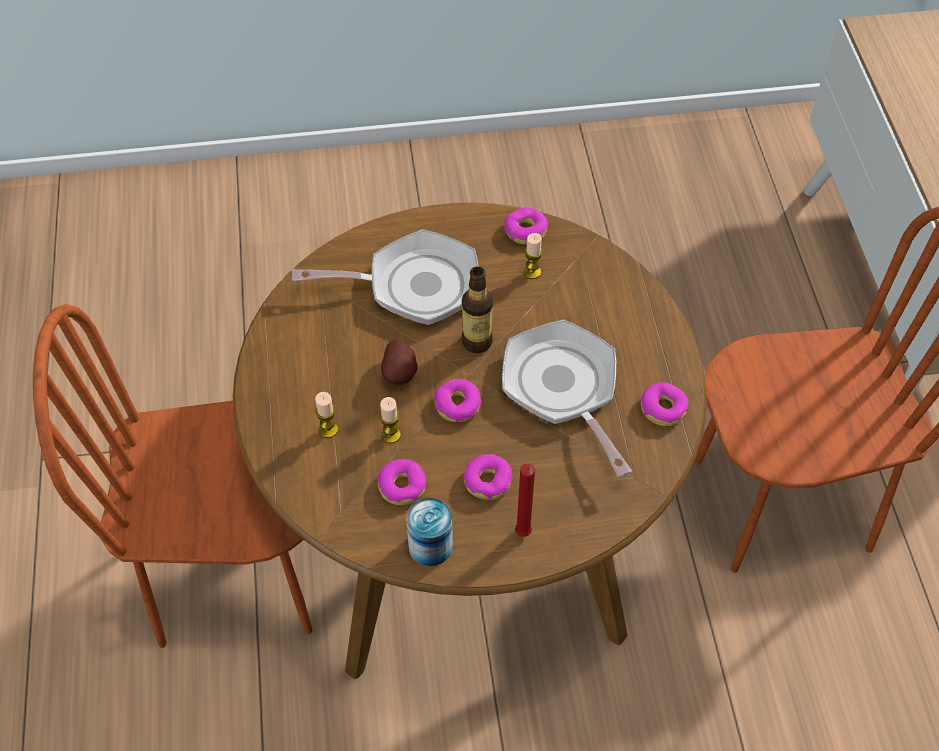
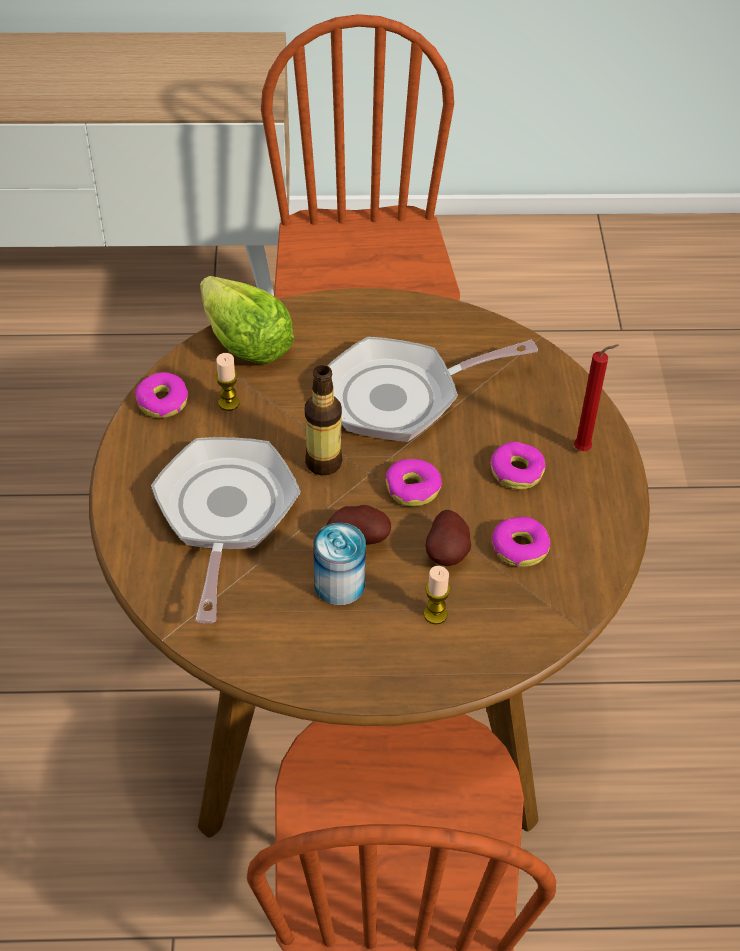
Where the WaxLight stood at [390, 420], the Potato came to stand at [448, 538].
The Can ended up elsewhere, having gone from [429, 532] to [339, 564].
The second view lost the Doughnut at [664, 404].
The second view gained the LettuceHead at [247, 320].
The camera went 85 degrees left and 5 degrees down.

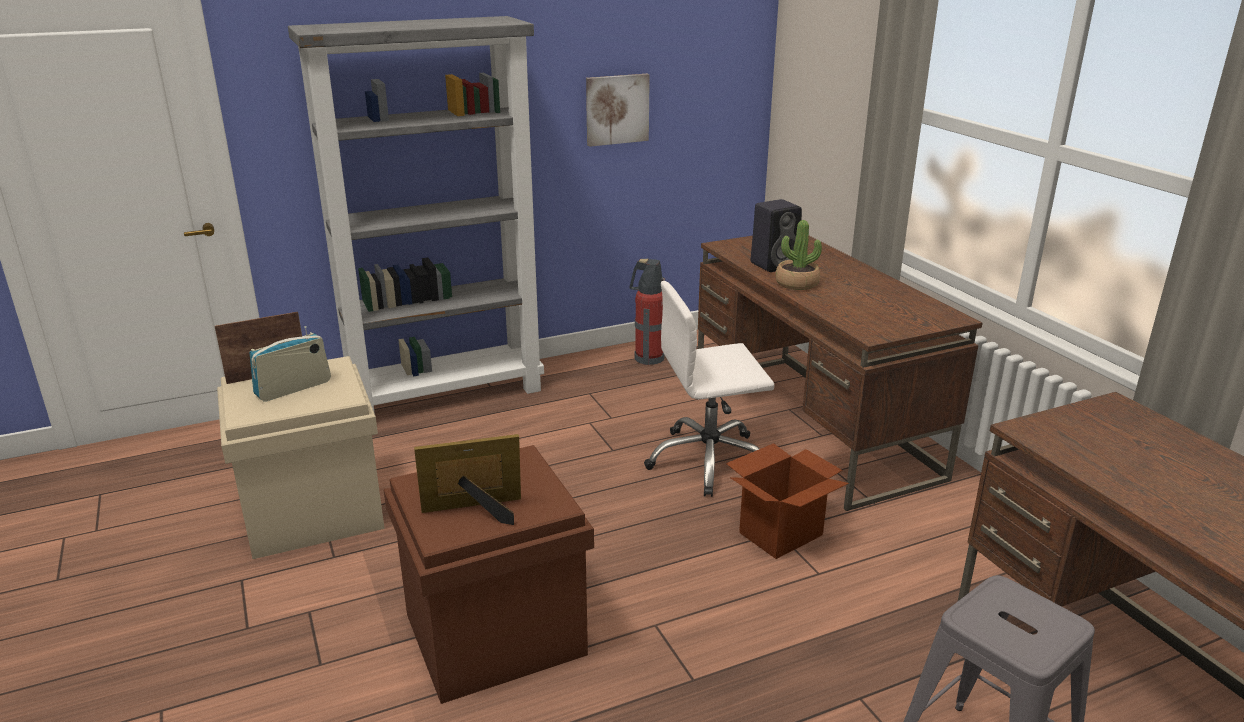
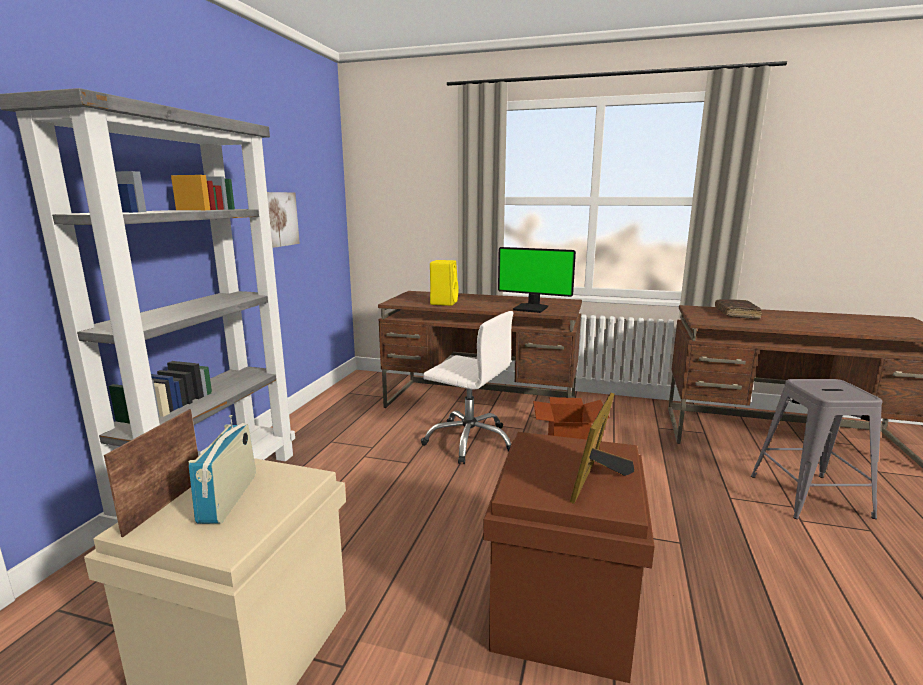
The second view lost the FireFightingCylinder at [647, 312].
The WhiteOfficeChair at [709, 389] ended up facing another way, 90 degrees counterclockwise from before.
What was the BlackColouredLoudspeaker at [776, 235] turned into the YellowishLoudspeaker at [444, 283].
The second view lost the Houseplant at [799, 255].
The second view gained the ComputerDisplay at [537, 280].
The second view gained the BrownishBoundBook at [738, 309].
The camera went 50 degrees left and 10 degrees down.

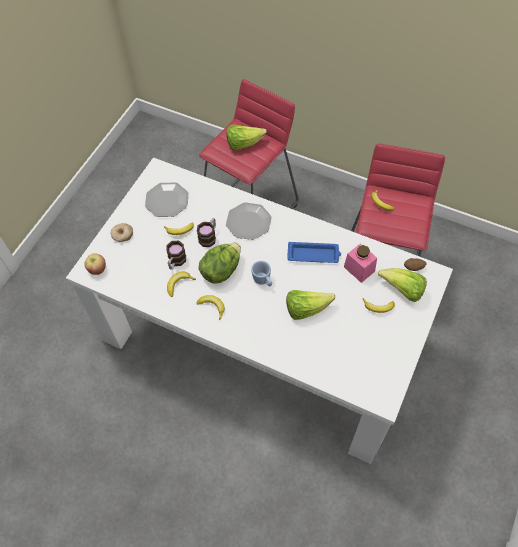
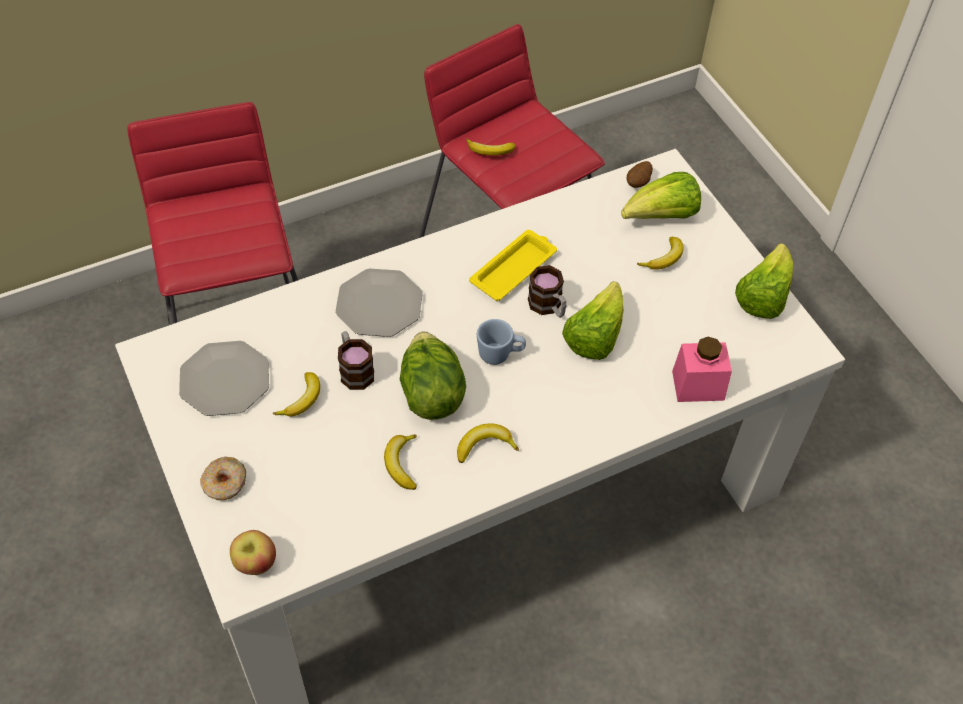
The Mug ended up elsewhere, having gone from [176, 255] to [547, 291].
The LettuceHead ended up elsewhere, having gone from [246, 137] to [764, 281].
What was the BlueTray at [314, 252] turned into the YellowishTray at [513, 265].
The PinkJar ended up elsewhere, having gone from [360, 263] to [702, 369].
The camera went 55 degrees left and 5 degrees down.

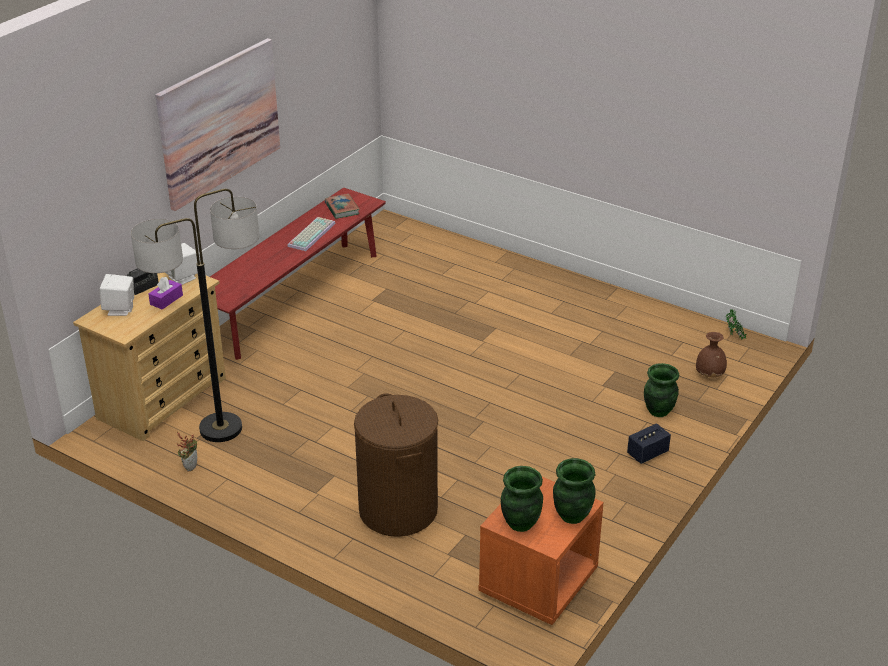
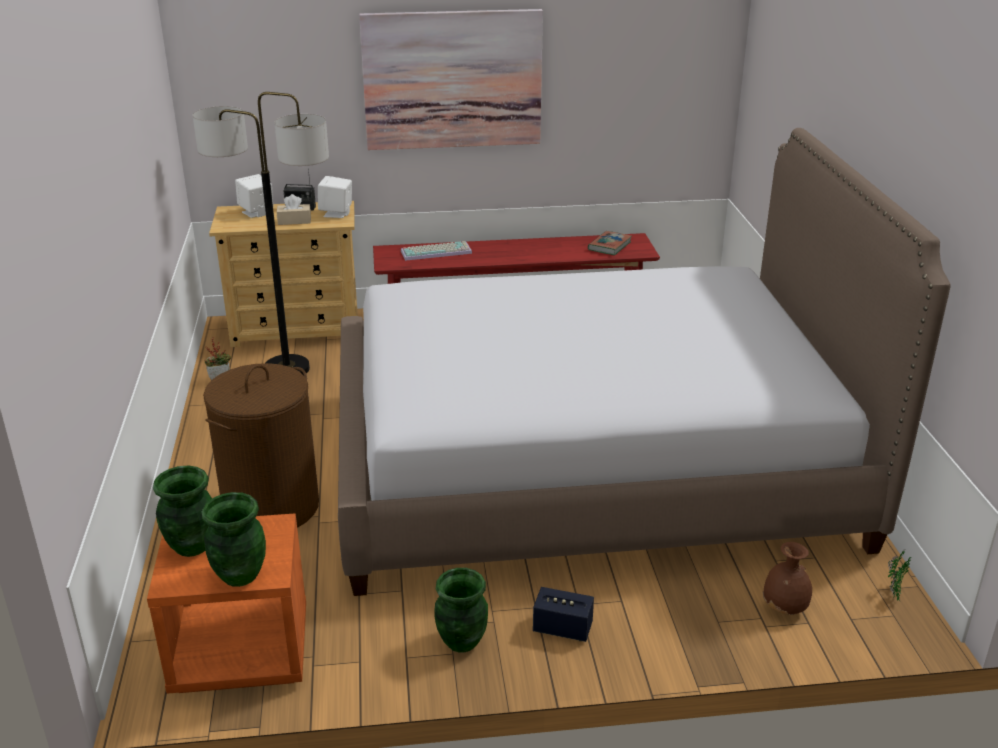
What was the PurpleColouredTissueHolder at [165, 293] turned into the BeigeTissueHolder at [294, 209].
The Keyboard ended up elsewhere, having gone from [311, 234] to [436, 251].
The GreenDecorativeVase ended up elsewhere, having gone from [661, 390] to [461, 610].
The second view gained the BedroomBed at [644, 362].
The camera went 50 degrees right and 5 degrees down.

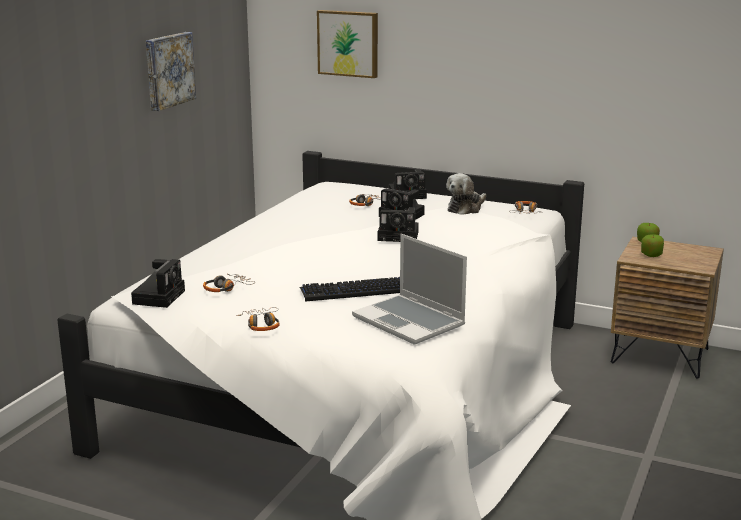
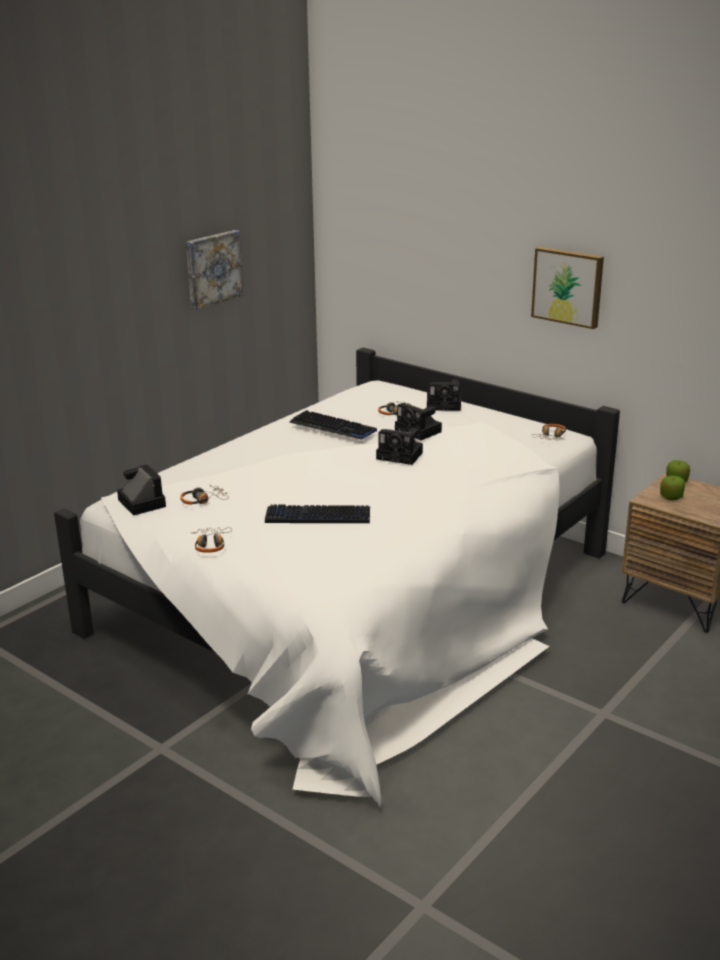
The StillCamera at [158, 283] ended up facing another way, 60 degrees counterclockwise from before.
The WallArt ended up elsewhere, having gone from [347, 44] to [567, 288].
The second view lost the Laptop at [409, 289].
The second view lost the PlushToy at [466, 193].
The second view gained the Keyboard at [333, 424].
The camera went 15 degrees right and 5 degrees up.

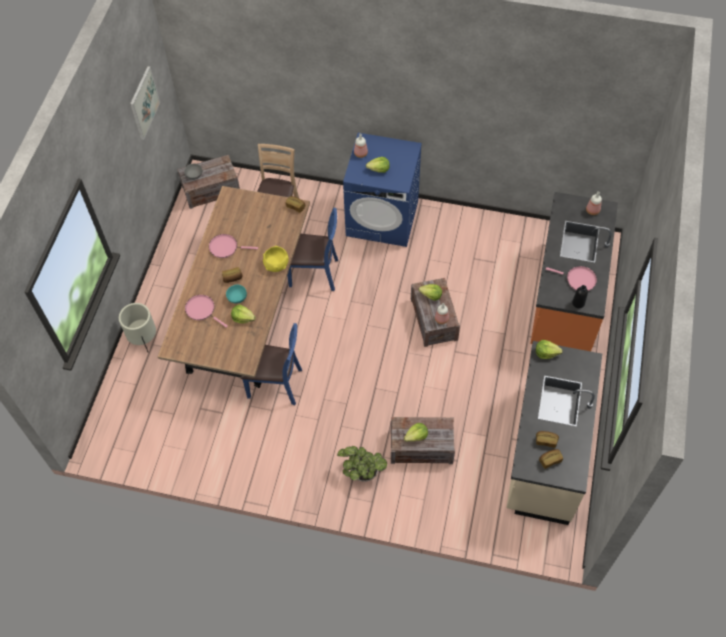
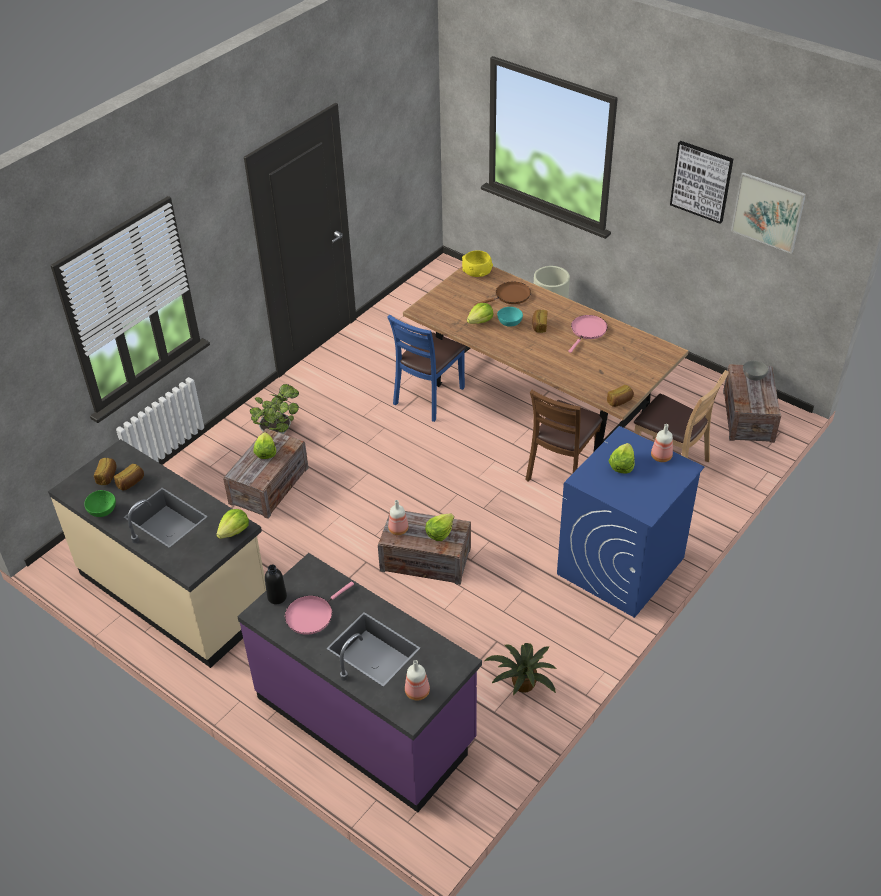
What was the PinkFryingPan at [206, 311] turned into the BrownishFryingPan at [503, 293].
The YellowishDeepDish ended up elsewhere, having gone from [276, 259] to [477, 264].
What was the BluePlainChair at [312, 249] turned into the BrownishPlainChair at [564, 435].
What was the OrangeColouredKitchenCounter at [574, 271] turned into the PurpleColouredKitchenCounter at [359, 682].
The second view gained the GreenDeepDish at [100, 503].
The second view gained the Houseplant at [521, 669].
The second view gained the WallArt at [701, 182].
The camera went 115 degrees right and 15 degrees down.

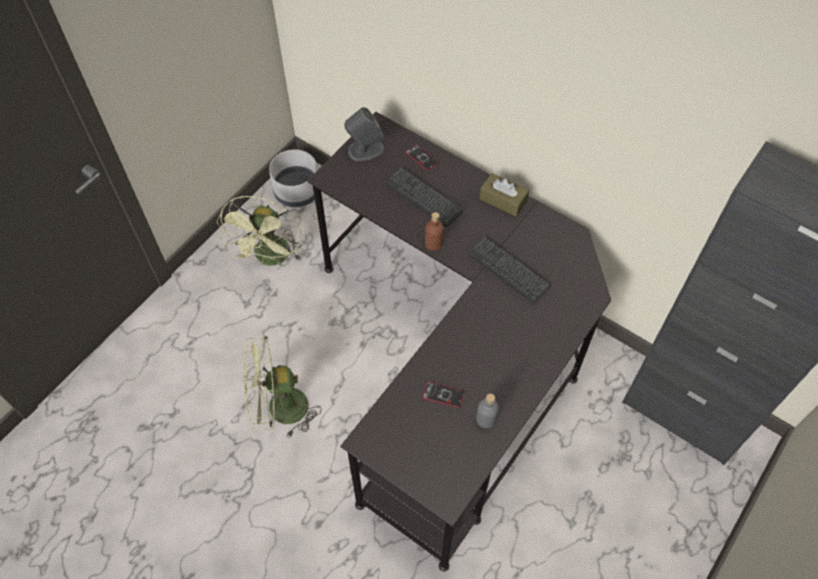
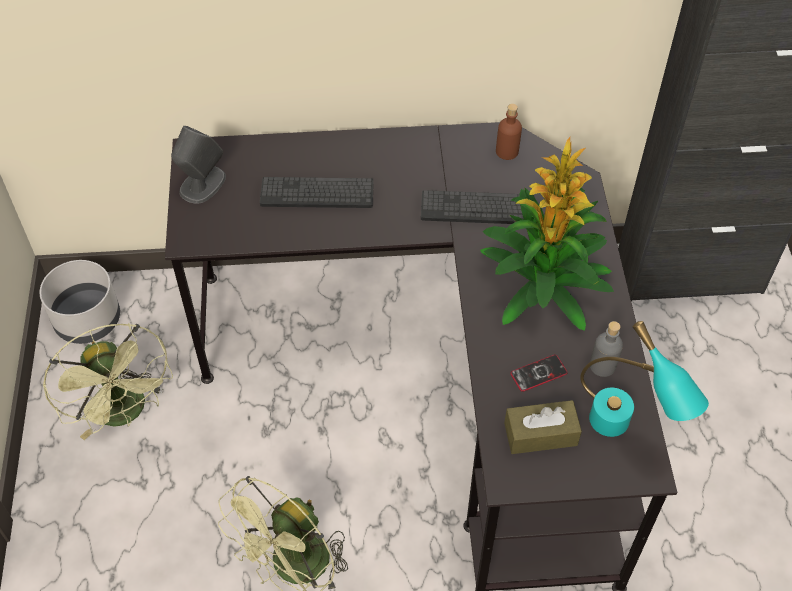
The second view lost the Handset at [422, 157].
The BrownishBottle ended up elsewhere, having gone from [434, 231] to [509, 132].
The BrownishTissueHolder ended up elsewhere, having gone from [504, 195] to [543, 427].
The second view gained the Houseplant at [547, 234].
The second view gained the BlueGreenTabletopLamp at [644, 379].
The camera went 40 degrees left and 5 degrees down.

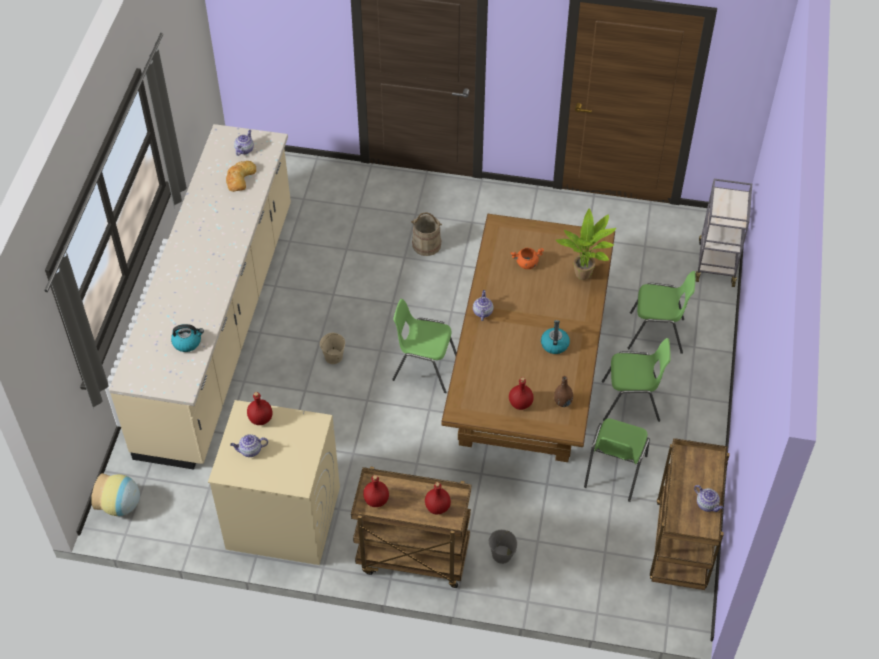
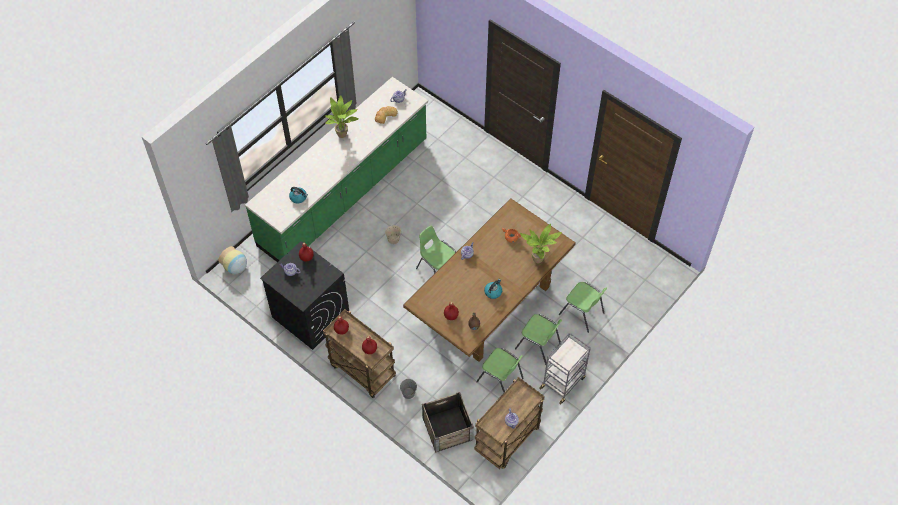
What was the BeigeKitchenCounter at [200, 297] turned into the GreenKitchenCounter at [336, 169].
What was the BeigeWashingMachine at [274, 482] turned into the BlackColouredWashingMachine at [304, 295].
The second view lost the BeigeWaterBucket at [426, 234].
The GreenPlainChair at [617, 460] ended up facing another way, 105 degrees counterclockwise from before.
The GreyTrolley ended up elsewhere, having gone from [723, 233] to [565, 368].
The second view gained the Houseplant at [342, 116].
The second view gained the PackingCrate at [448, 422].
The camera went 30 degrees right and 5 degrees up.

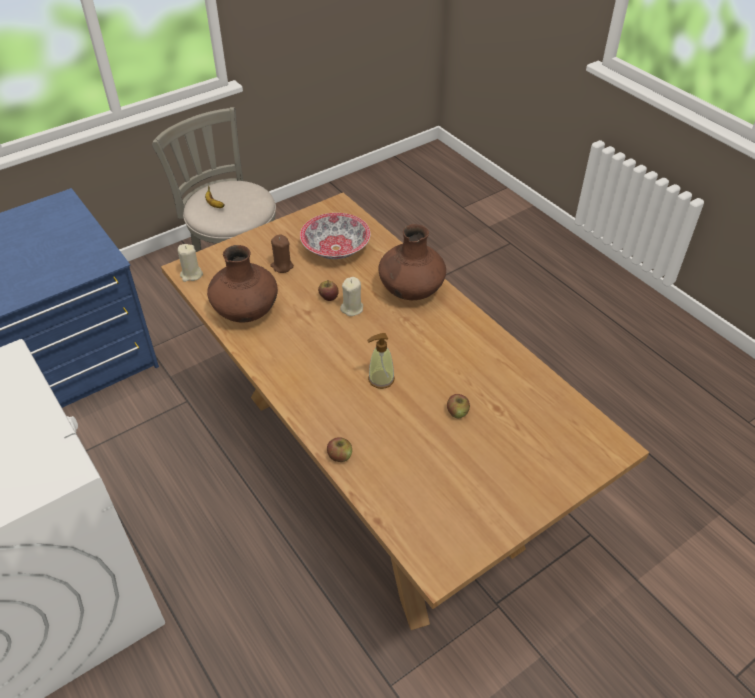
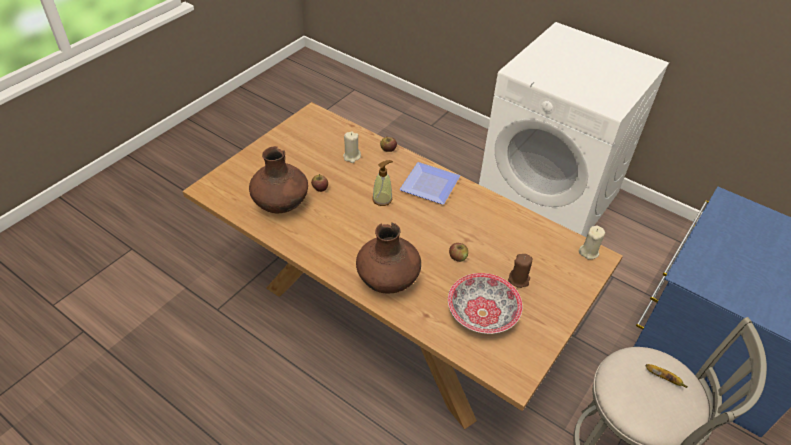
The BrownishDecorativeVase ended up elsewhere, having gone from [242, 284] to [278, 179].
The BeigeWaxLight ended up elsewhere, having gone from [351, 296] to [352, 147].
The second view gained the Plate at [429, 183].
The camera went 160 degrees right and 0 degrees up.

